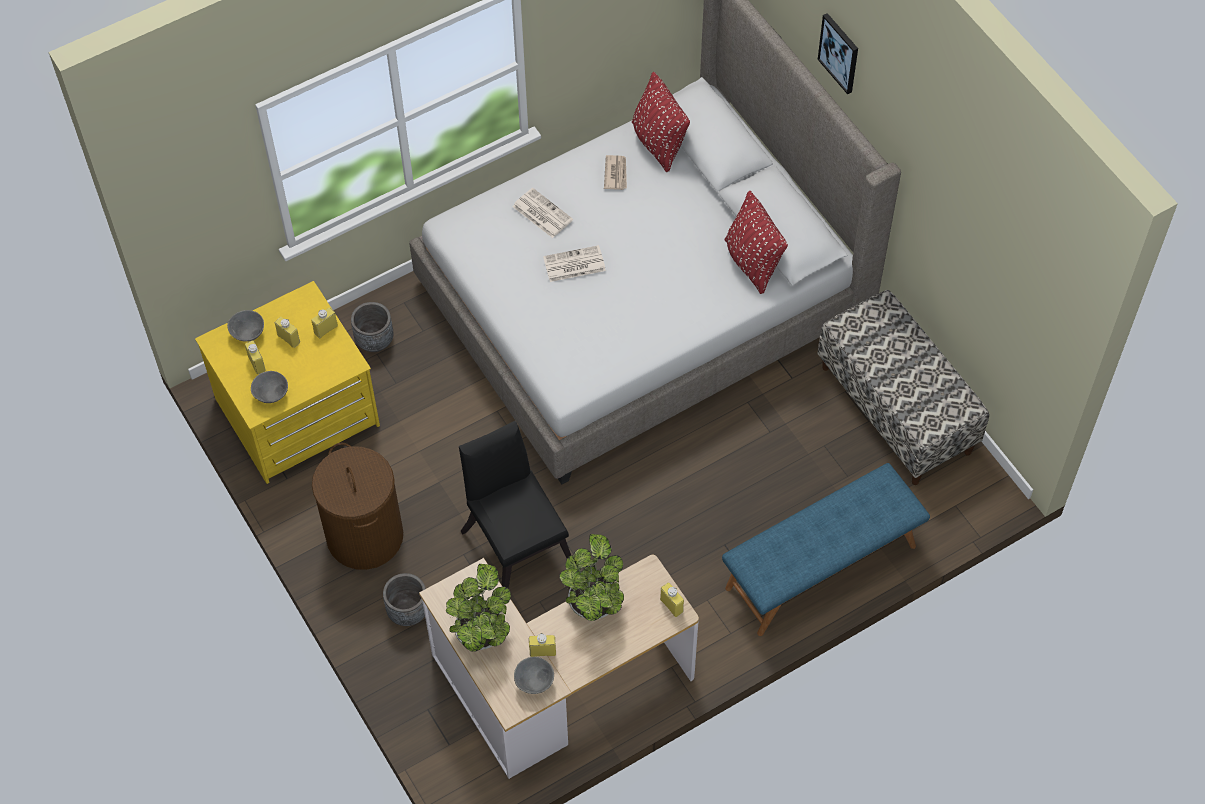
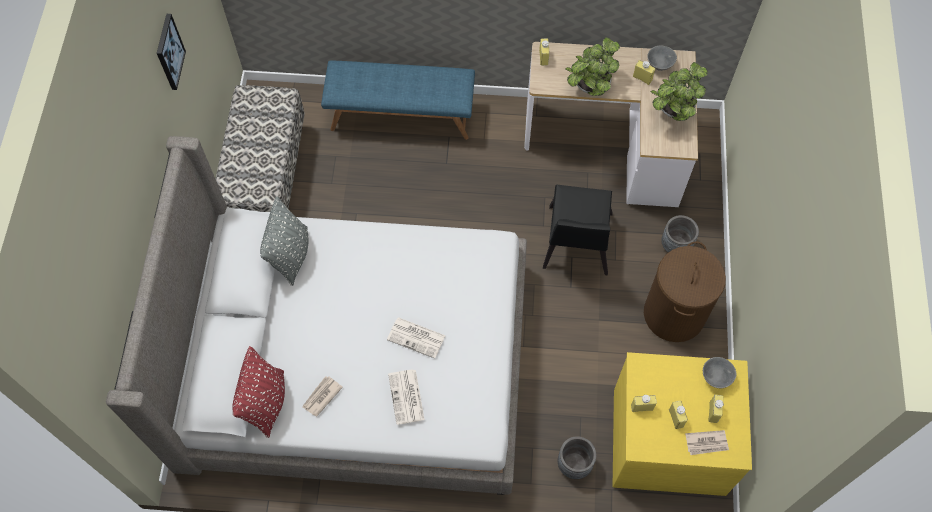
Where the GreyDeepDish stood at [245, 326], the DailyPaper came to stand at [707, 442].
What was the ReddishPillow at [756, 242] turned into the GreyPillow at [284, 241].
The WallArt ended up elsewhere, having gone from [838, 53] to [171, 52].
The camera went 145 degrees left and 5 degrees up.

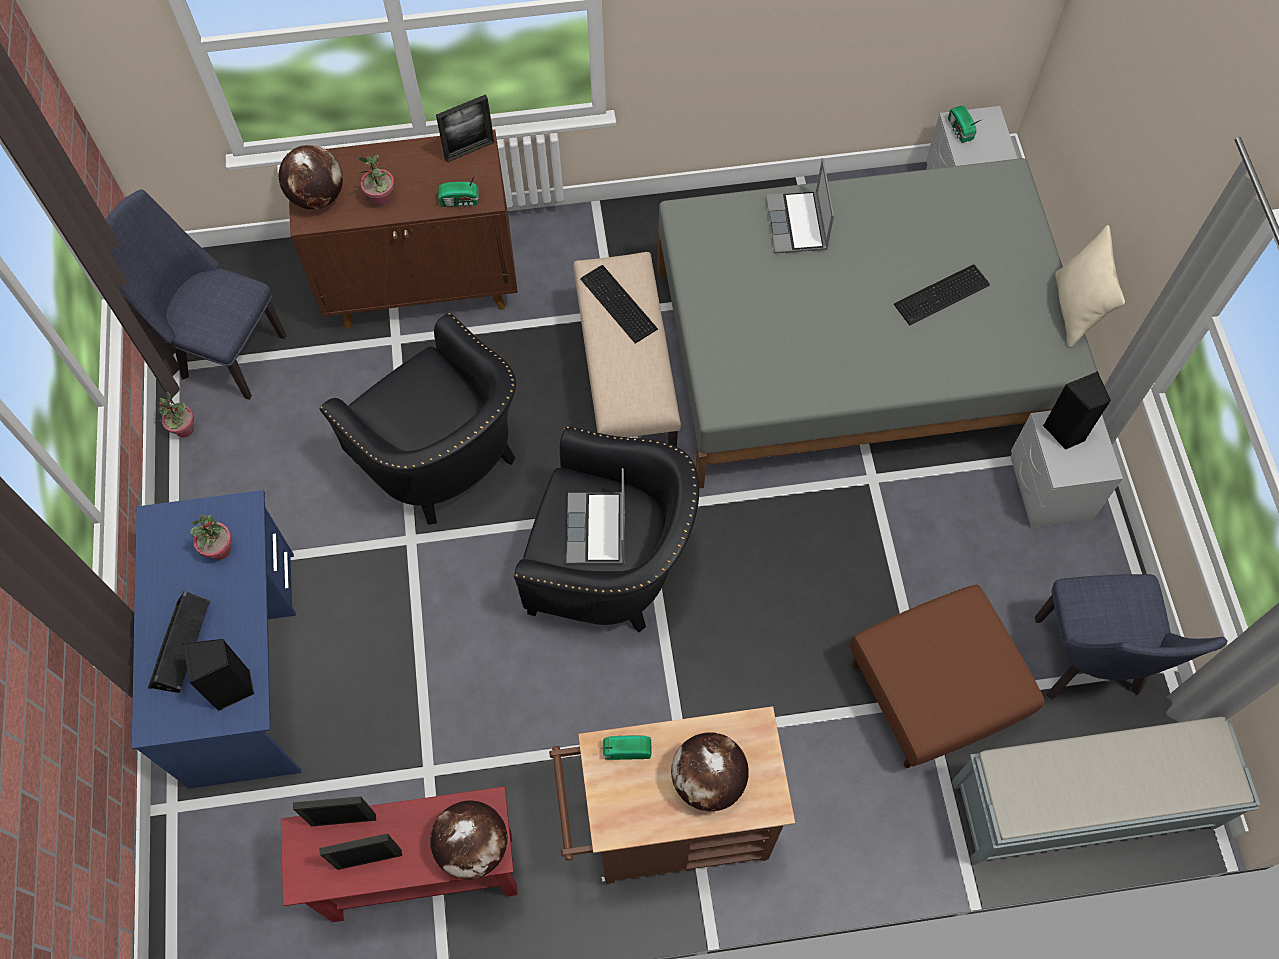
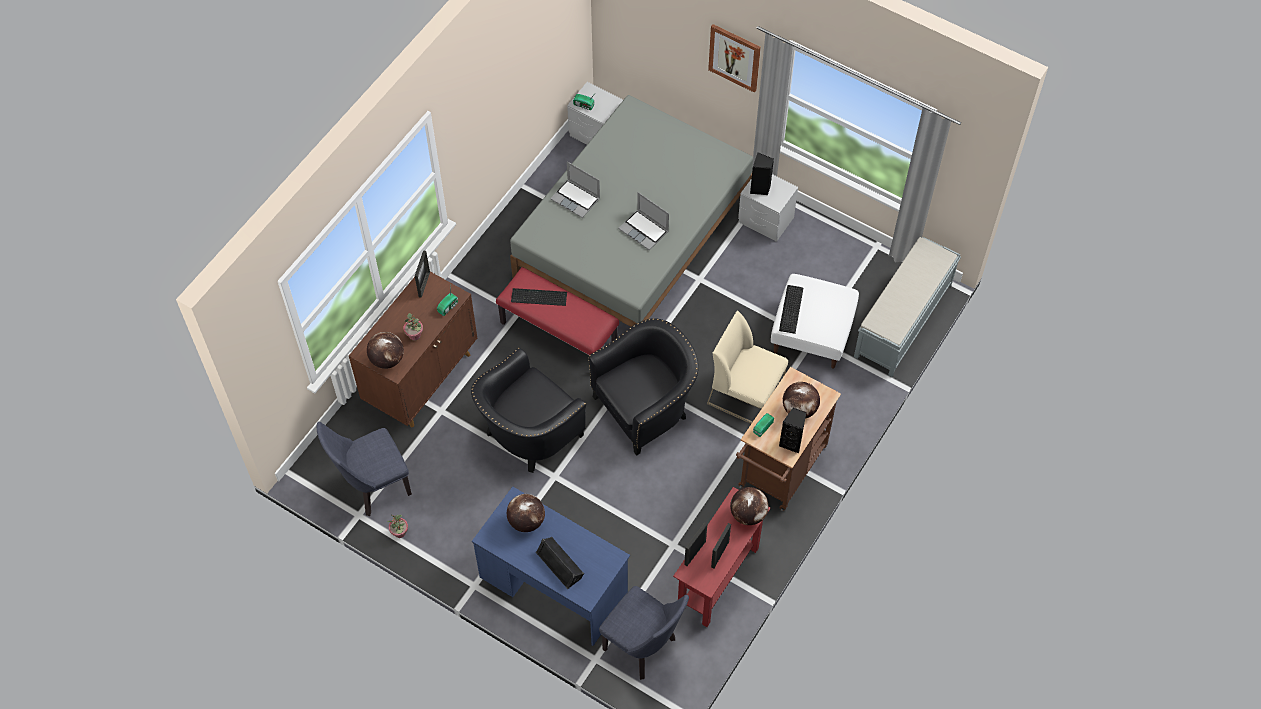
The BlackColouredLoudspeaker ended up elsewhere, having gone from [218, 675] to [792, 430].
Where the Houseplant stood at [211, 537], the WorldGlobe came to stand at [525, 513].
The BlackColouredArmchair at [418, 419] ended up facing another way, 135 degrees clockwise from before.
The Laptop ended up elsewhere, having gone from [595, 516] to [643, 221].
What was the BeigeBench at [627, 349] turned into the ReddishBench at [557, 311].
What was the BrownishPouffe at [947, 676] turned into the WhitePouffe at [815, 321].
The Keyboard ended up elsewhere, having gone from [942, 295] to [791, 309].
The BluePlainChair ended up elsewhere, having gone from [1131, 637] to [644, 633].
The second view lost the BeigePillow at [1090, 286].
The second view gained the BeigePlainChair at [747, 367].
The second view gained the WallArt at [734, 58].
The camera went 50 degrees left and 5 degrees down.

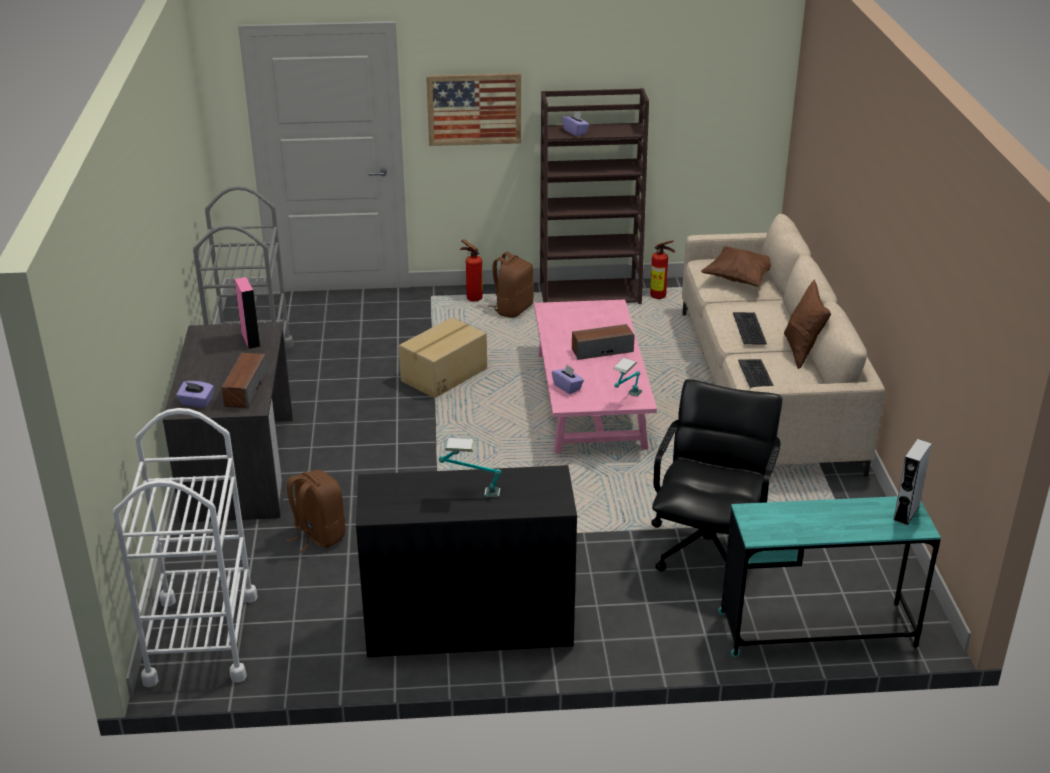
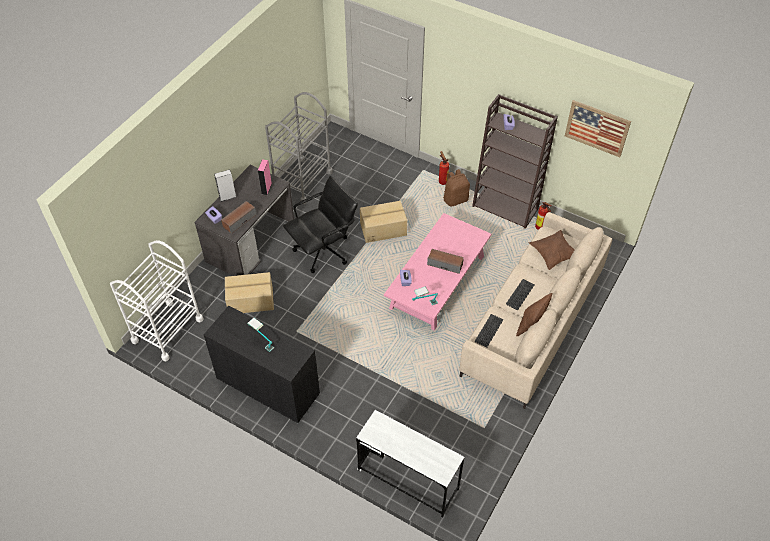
Where the BrownishBackpack stood at [315, 511], the CardboardBox came to stand at [249, 292].
The WallArt ended up elsewhere, having gone from [473, 109] to [598, 128].
The BlackColouredOfficeChair ended up elsewhere, having gone from [717, 475] to [320, 224].
What was the BlueGreenDesk at [829, 576] turned into the WhiteDesk at [410, 464].
The GreyLoudspeaker ended up elsewhere, having gone from [912, 482] to [225, 186].
The camera went 35 degrees right and 20 degrees up.

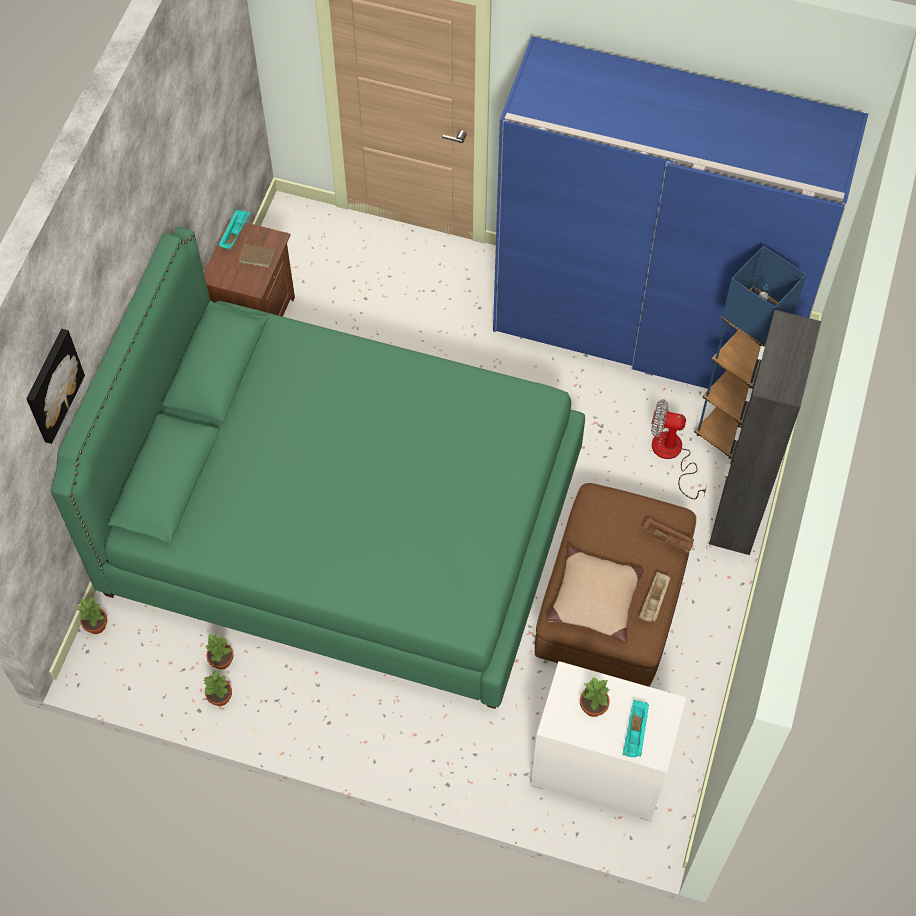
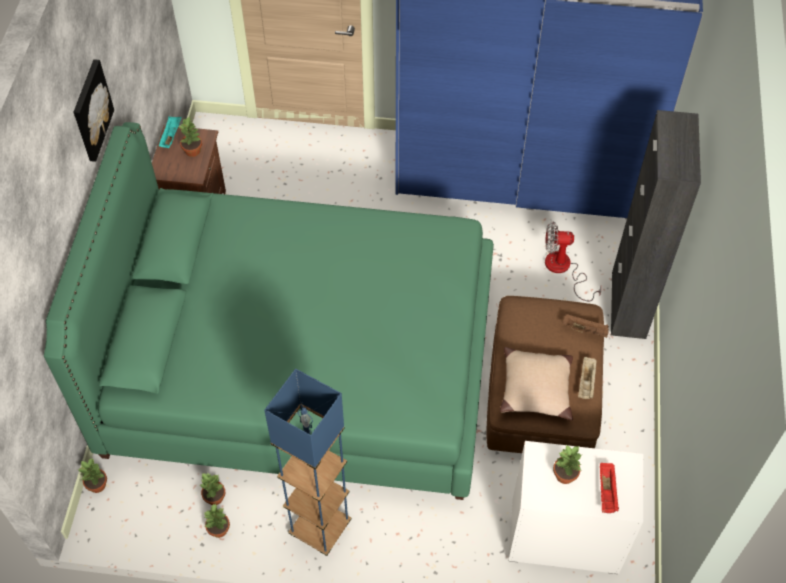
The WallArt ended up elsewhere, having gone from [55, 386] to [93, 110].
Where the BrownishBoundBook stood at [257, 253], the Houseplant came to stand at [190, 137].
What was the BlueGreenTray at [635, 728] turned into the ReddishTray at [609, 488].
The BlueFloorLamp ended up elsewhere, having gone from [750, 352] to [307, 462].
The camera went 10 degrees left and 5 degrees down.

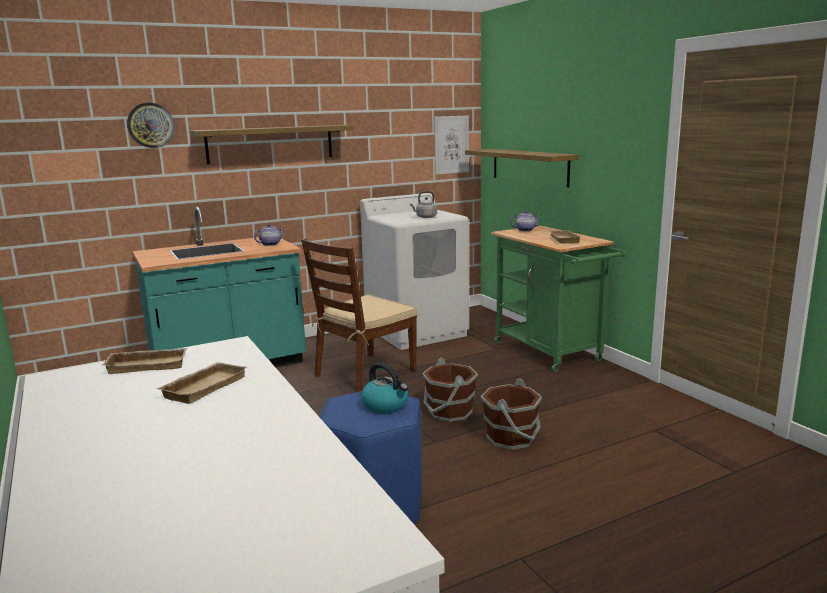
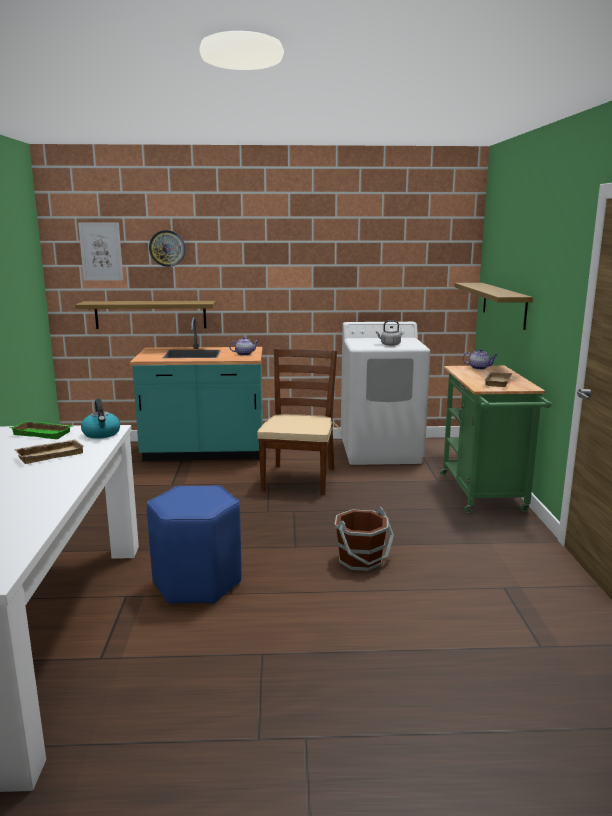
What was the BeigeTray at [144, 361] turned into the GreenTray at [41, 430].
The WallShelf ended up elsewhere, having gone from [271, 144] to [145, 315].
The BrownishPlainChair at [359, 315] ended up facing another way, 120 degrees clockwise from before.
The TeaKettle ended up elsewhere, having gone from [384, 387] to [100, 419].
The second view lost the BrownishWaterBucket at [450, 390].
The WallArt ended up elsewhere, having gone from [451, 145] to [100, 251].
The camera went 25 degrees right and 0 degrees up.

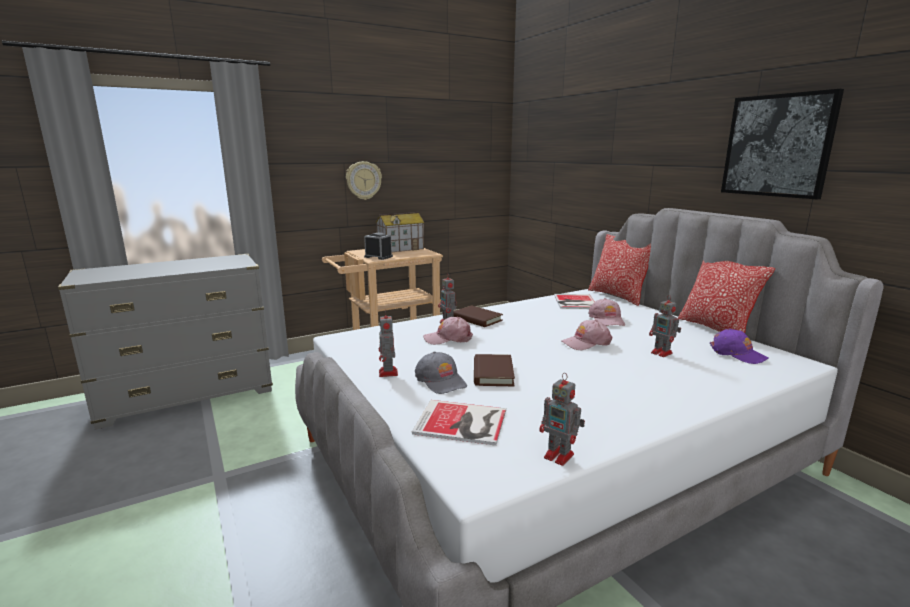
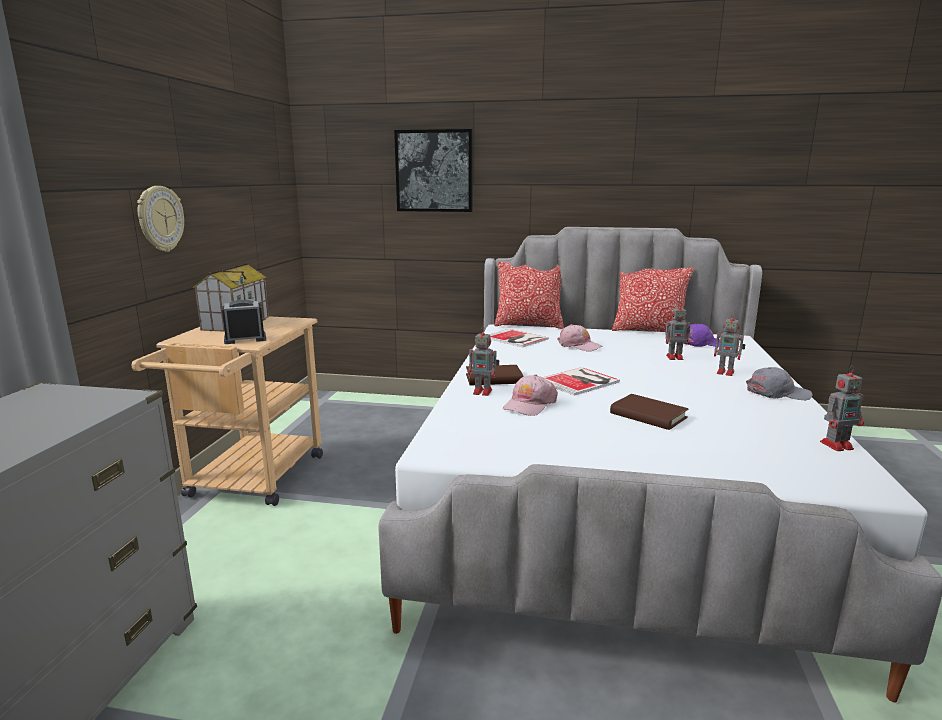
The ModelRobot ended up elsewhere, having gone from [388, 343] to [729, 344].
The BoundBook ended up elsewhere, having gone from [459, 423] to [581, 381].
The GreyPeakedCap ended up elsewhere, having gone from [441, 373] to [779, 383].
The second view lost the PinkPeakedCap at [586, 335].
The WallArt ended up elsewhere, having gone from [782, 144] to [433, 170].
The camera went 50 degrees left and 0 degrees up.

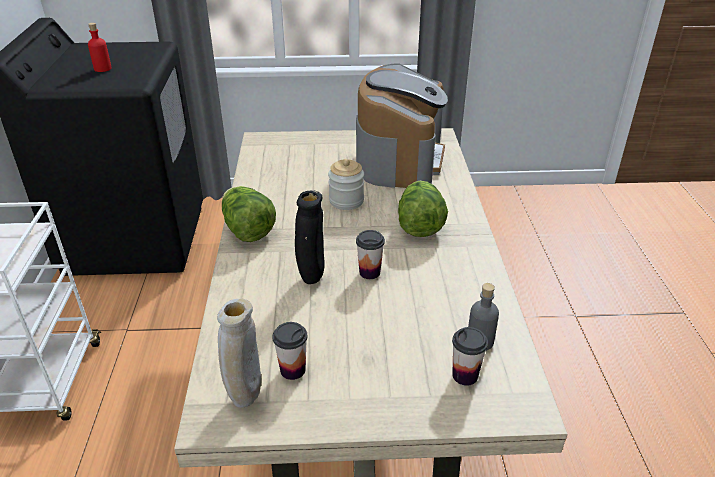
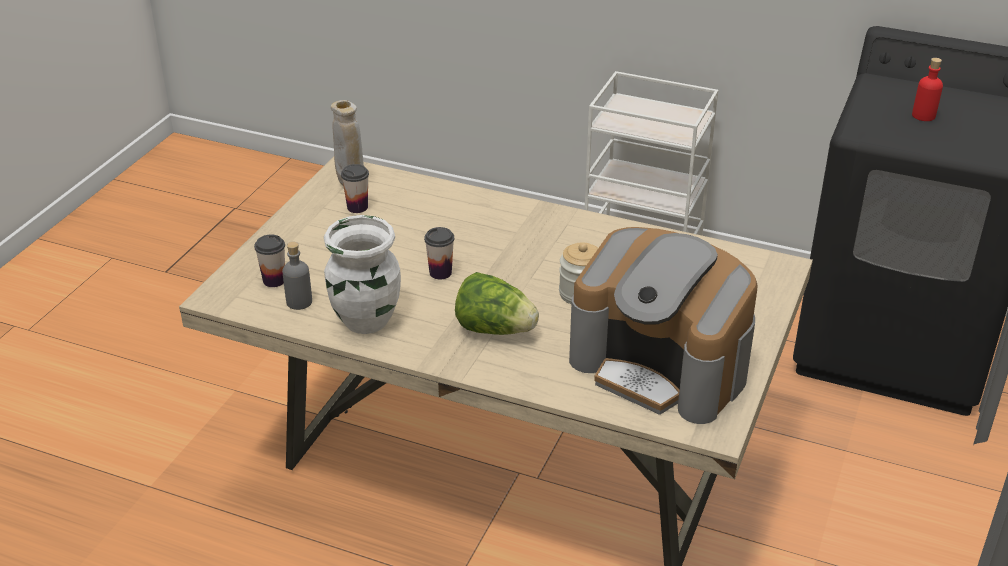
The second view lost the LettuceHead at [249, 214].
The second view lost the BlackColouredDecorativeVase at [310, 237].
The second view gained the WhiteDecorativeVase at [362, 274].
The camera went 115 degrees right and 0 degrees up.

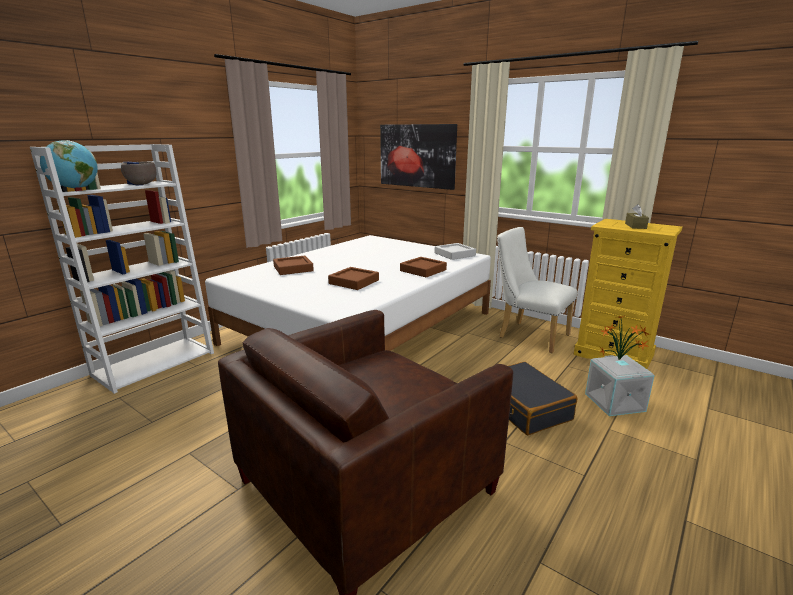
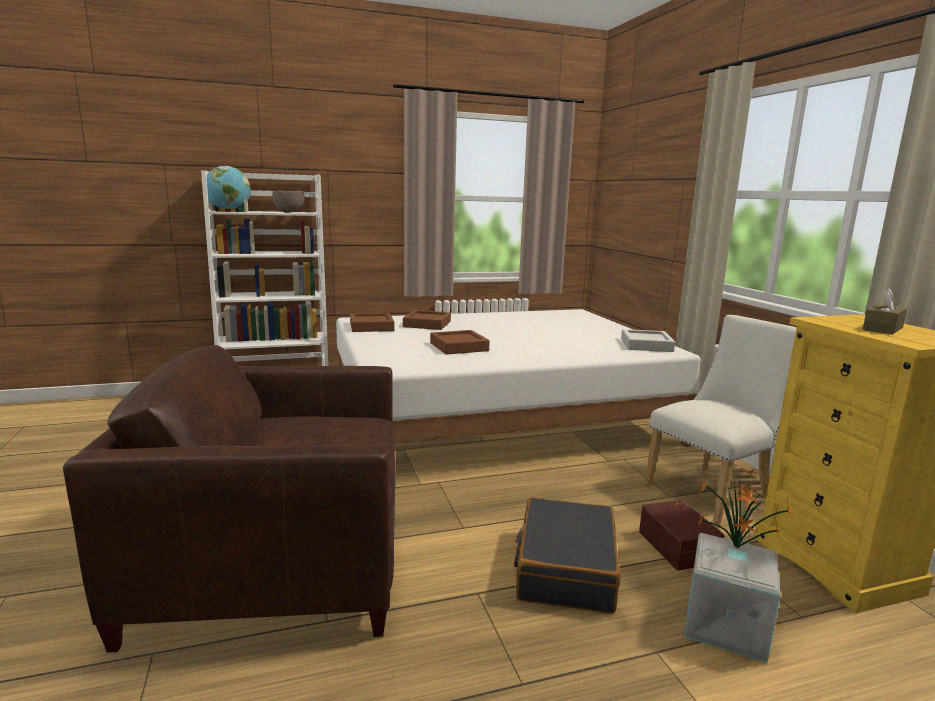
The second view lost the WallArt at [418, 157].
The BrownishTray ended up elsewhere, having gone from [423, 267] to [372, 322].
The WhitePlainChair at [537, 290] ended up facing another way, 75 degrees clockwise from before.
The second view gained the BrownishStorageBin at [681, 535].
The camera went 35 degrees right and 5 degrees down.

